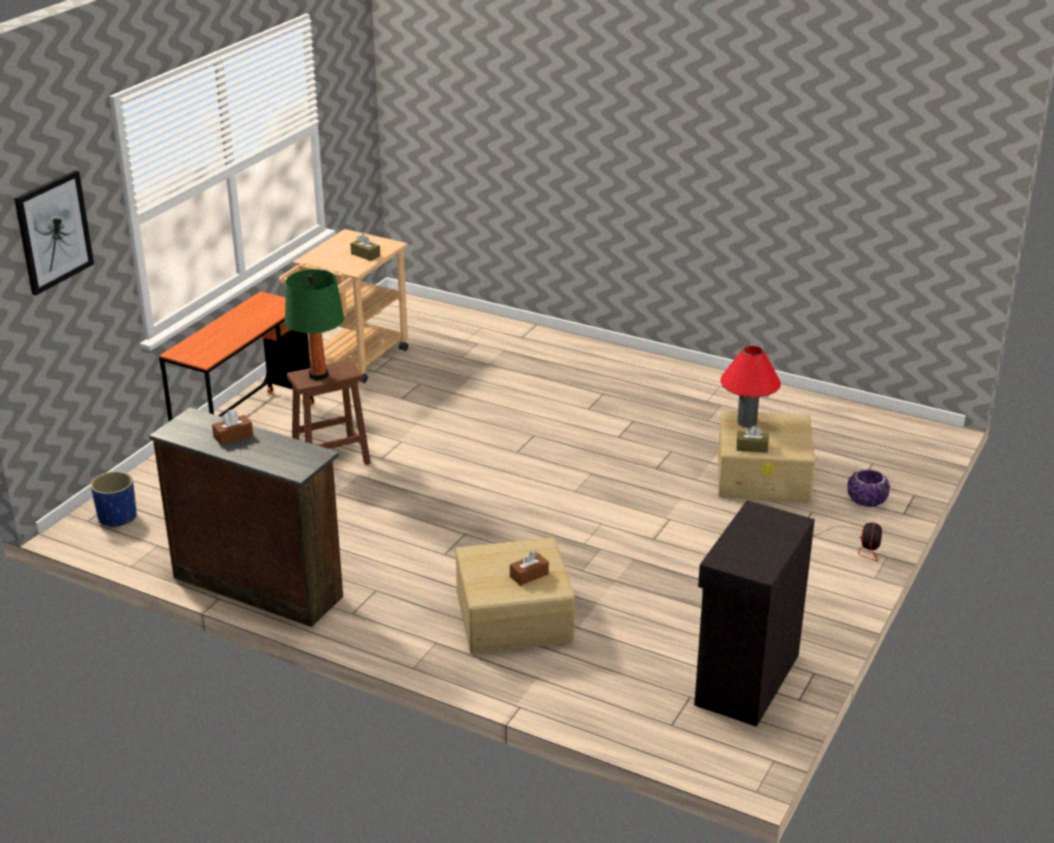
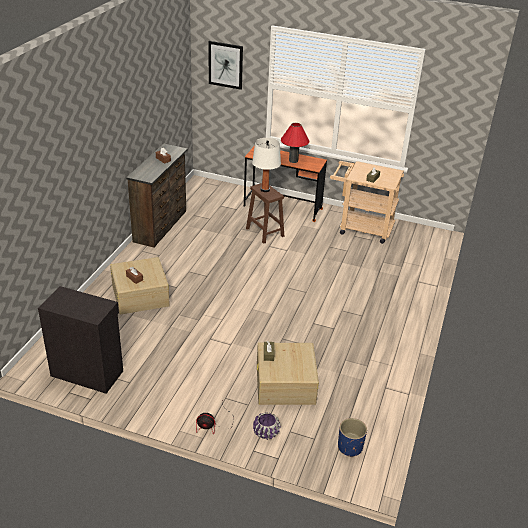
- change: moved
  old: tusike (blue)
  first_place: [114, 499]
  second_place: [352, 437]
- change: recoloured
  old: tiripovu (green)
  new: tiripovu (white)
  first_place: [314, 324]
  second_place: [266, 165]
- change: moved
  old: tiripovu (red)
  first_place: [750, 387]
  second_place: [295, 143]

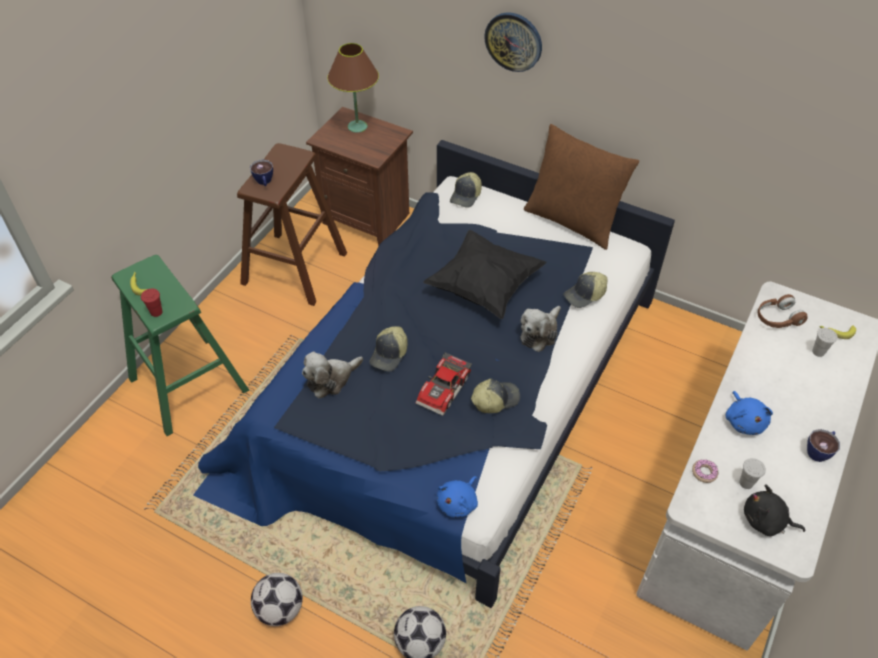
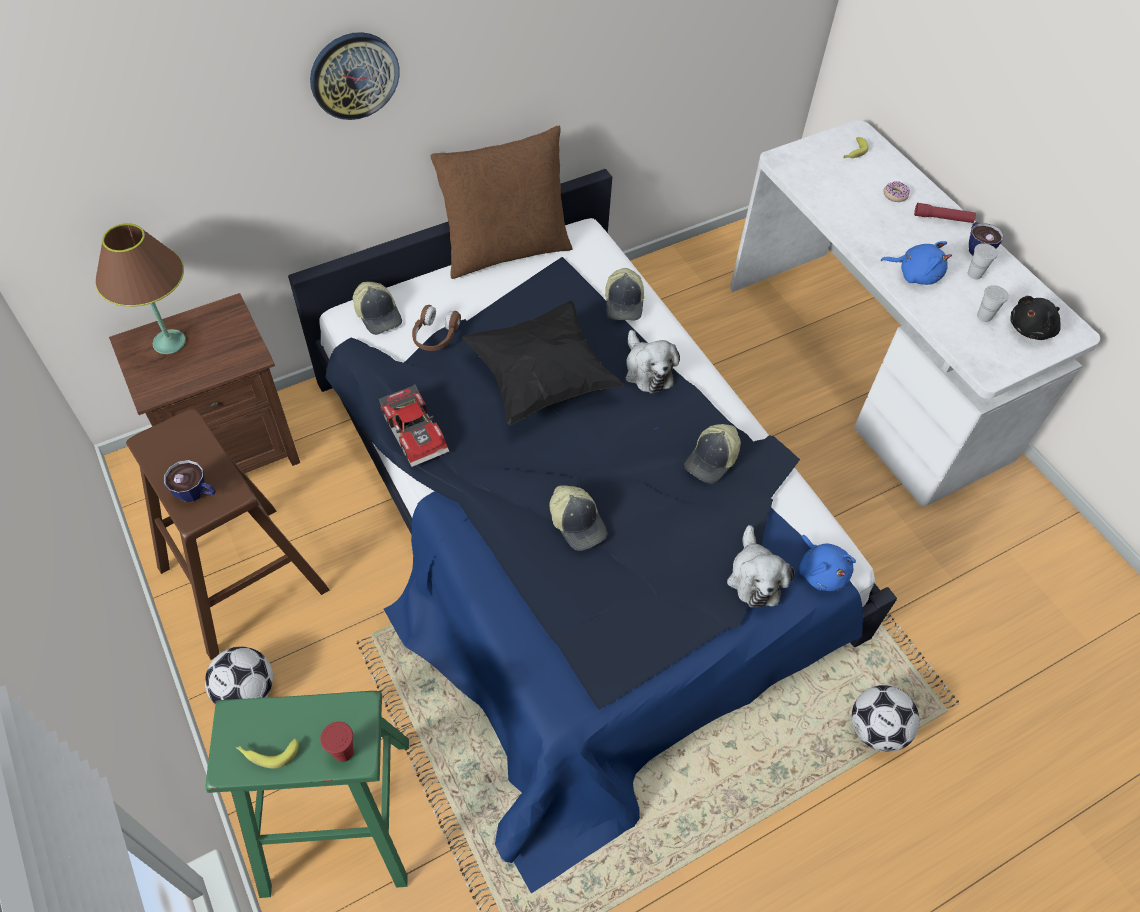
- change: moved
  old: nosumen
  first_place: [277, 599]
  second_place: [239, 676]
- change: moved
  old: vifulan
  first_place: [332, 374]
  second_place: [760, 566]
- change: moved
  old: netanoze
  first_place: [444, 384]
  second_place: [413, 425]
- change: turned
  old: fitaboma
  first_place: [495, 396]
  second_place: [712, 454]
  degrees: -150
- change: moved
  old: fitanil
  first_place: [705, 471]
  second_place: [896, 191]
- change: moved
  old: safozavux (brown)
  first_place: [782, 311]
  second_place: [436, 328]
- change: moved
  old: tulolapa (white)
  first_place: [825, 342]
  second_place: [983, 261]
- change: added
  new: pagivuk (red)
  second_place: [945, 213]

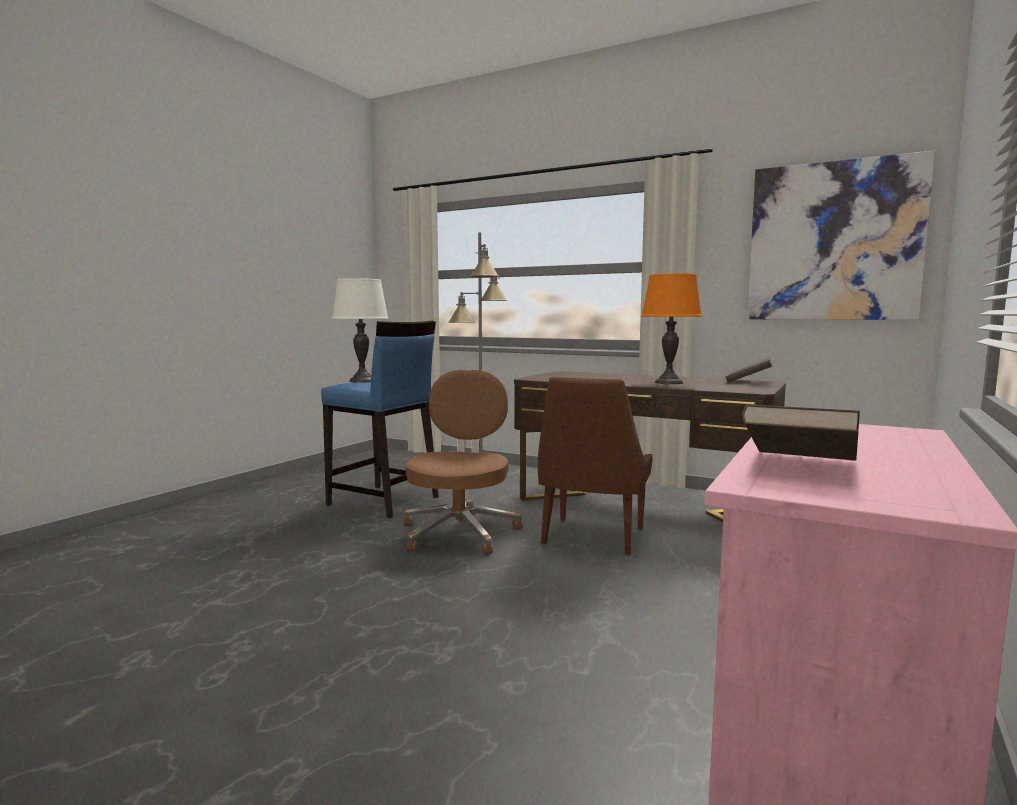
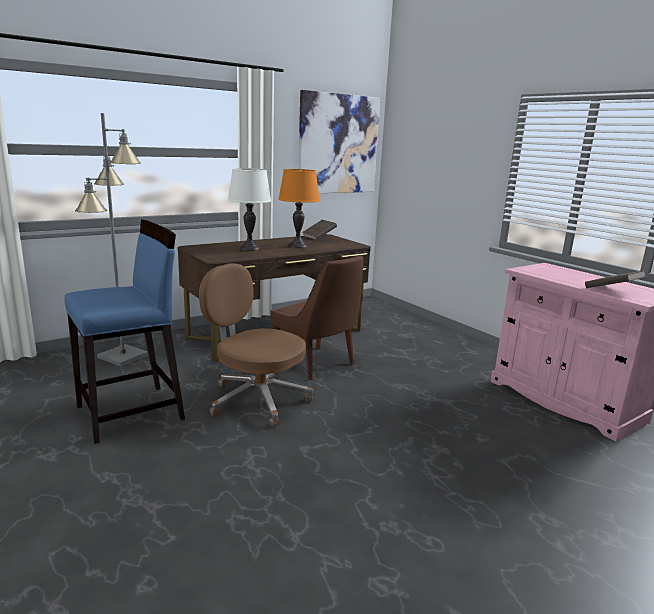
- change: moved
  old: tiripovu (white)
  first_place: [360, 330]
  second_place: [249, 209]

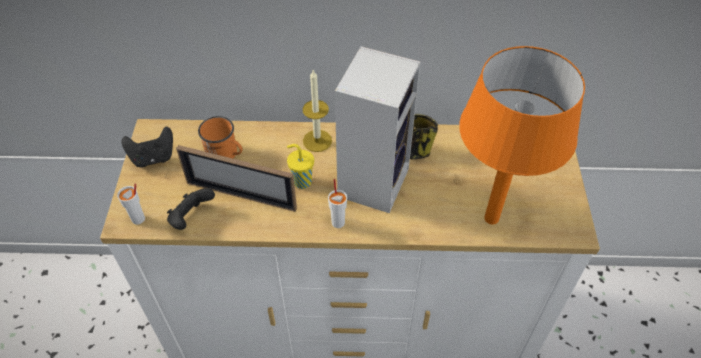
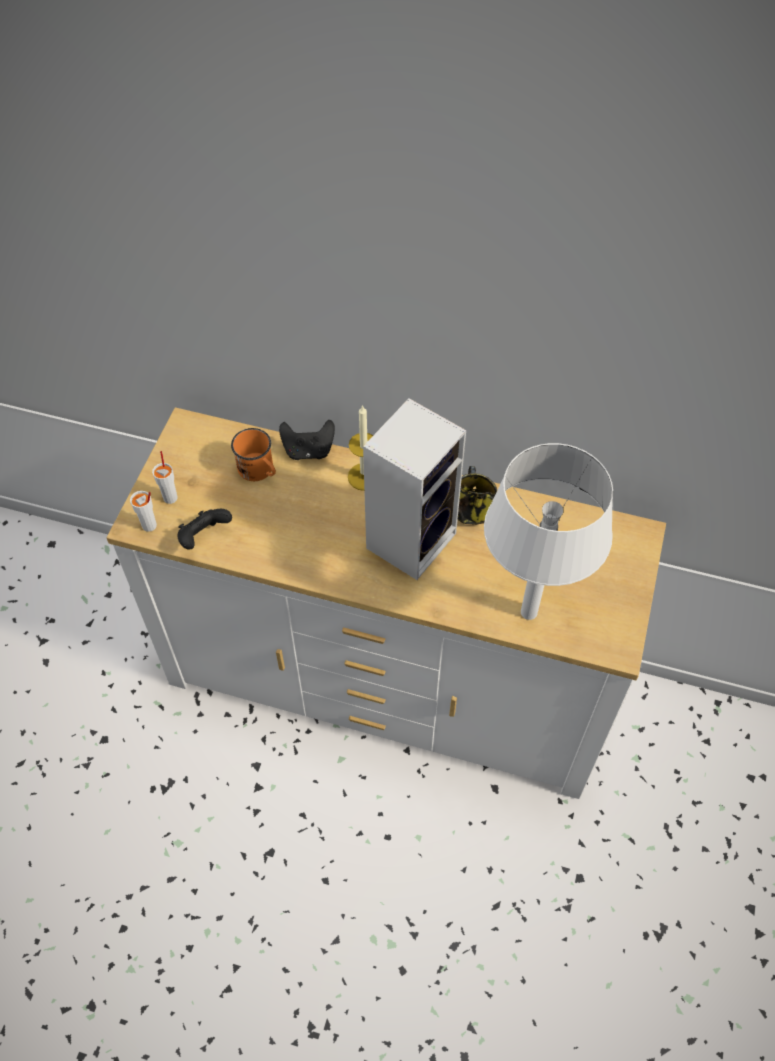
- change: moved
  old: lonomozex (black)
  first_place: [147, 147]
  second_place: [307, 440]
- change: removed
  old: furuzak
  first_place: [236, 178]
- change: removed
  old: tulolapa (yellow)
  first_place: [300, 166]
- change: moved
  old: tulolapa (white)
  first_place: [337, 203]
  second_place: [165, 477]
- change: recoloured
  old: tiripovu (orange)
  new: tiripovu (white)
  first_place: [522, 135]
  second_place: [548, 531]

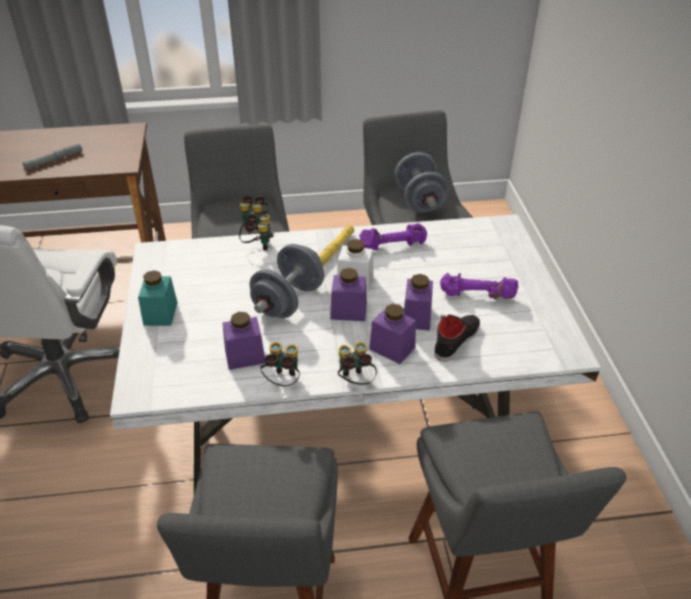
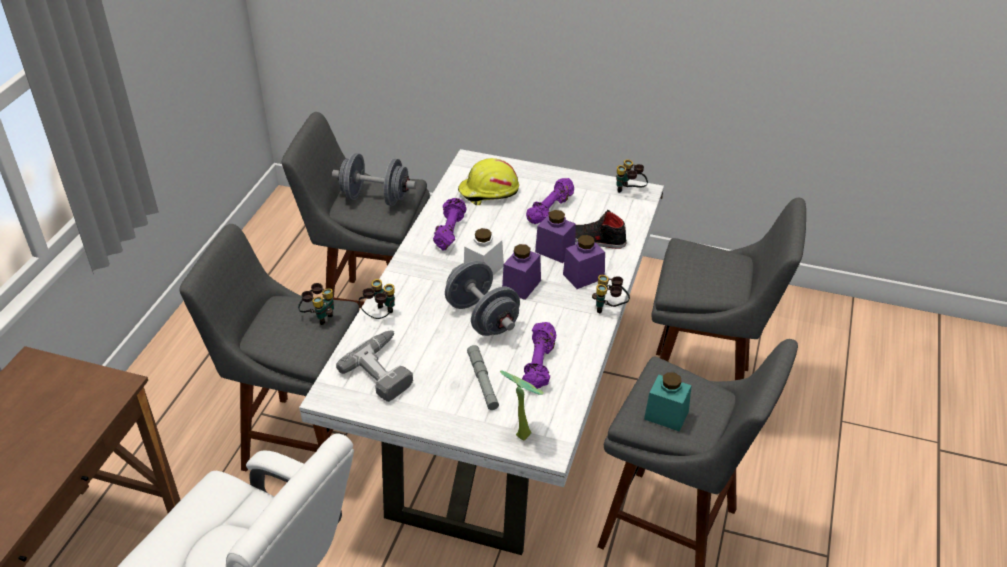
- change: moved
  old: pagivuk (grey)
  first_place: [52, 156]
  second_place: [483, 377]
- change: moved
  old: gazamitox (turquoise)
  first_place: [158, 298]
  second_place: [668, 402]
- change: replaced
  old: gazamitox (purple)
  new: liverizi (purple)
  first_place: [243, 341]
  second_place: [539, 355]
- change: moved
  old: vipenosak
  first_place: [280, 364]
  second_place: [632, 176]
- change: removed
  old: pagivuk (yellow)
  first_place: [336, 245]
- change: turned
  old: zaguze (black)
  first_place: [457, 338]
  second_place: [601, 229]
  degrees: -45
- change: added
  new: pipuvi
  second_place: [374, 366]
- change: added
  new: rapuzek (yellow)
  second_place: [488, 181]
- change: added
  new: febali
  second_place: [522, 405]

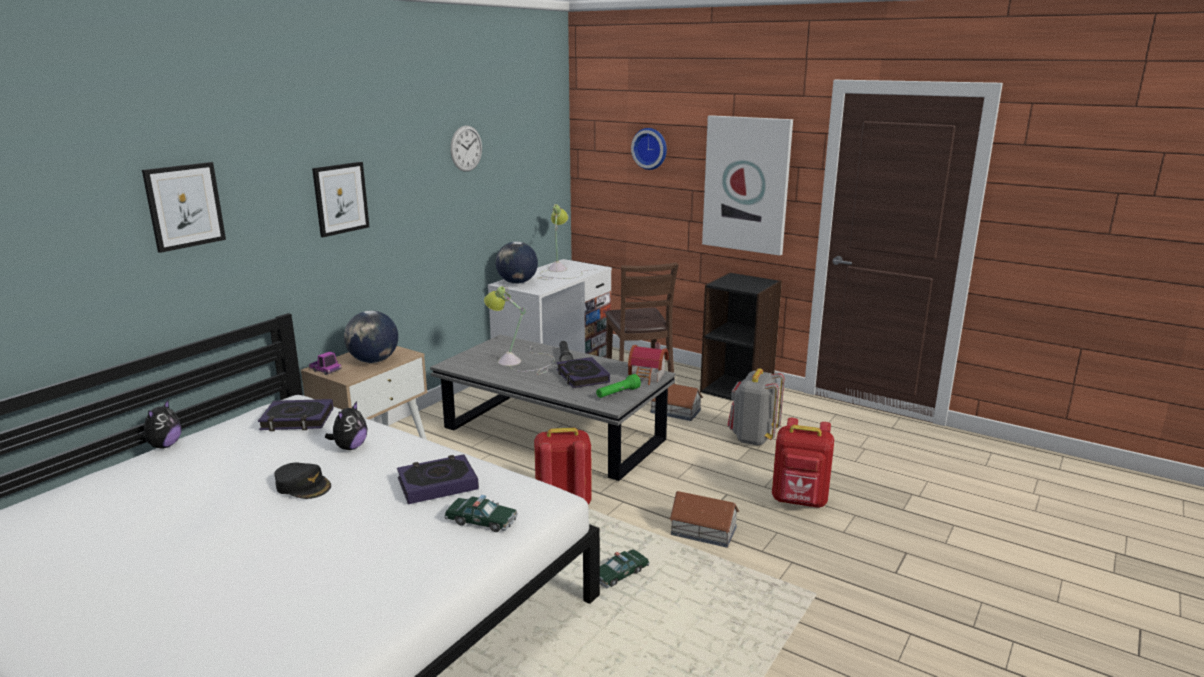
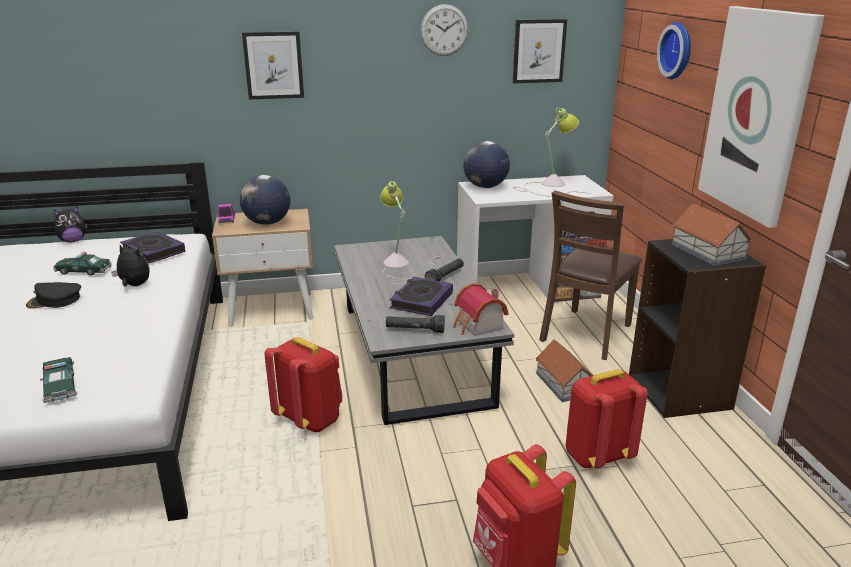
- change: moved
  old: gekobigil
  first_place: [184, 207]
  second_place: [540, 51]
- change: turned
  old: fitaboma (black)
  first_place: [302, 480]
  second_place: [53, 295]
  degrees: 90
- change: turned
  old: vifulan
  first_place: [346, 425]
  second_place: [130, 266]
  degrees: -135
- change: removed
  old: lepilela
  first_place: [438, 479]
- change: recoloured
  old: pagivuk (green)
  new: pagivuk (black)
  first_place: [618, 386]
  second_place: [415, 324]
- change: moved
  old: netanoze
  first_place: [625, 568]
  second_place: [82, 264]
- change: moved
  old: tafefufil
  first_place: [704, 519]
  second_place: [712, 235]
- change: recoloured
  old: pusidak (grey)
  new: pusidak (red)
  first_place: [756, 407]
  second_place: [607, 418]

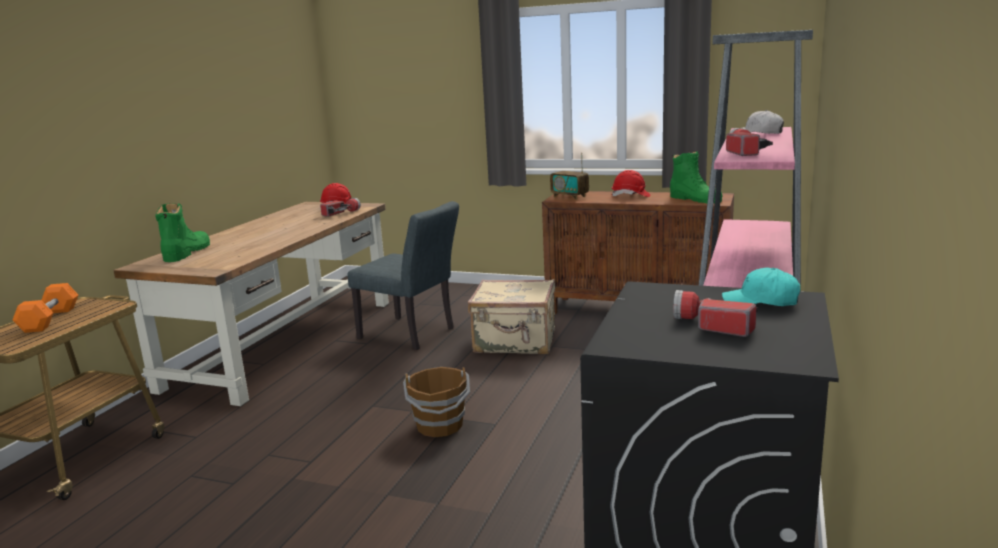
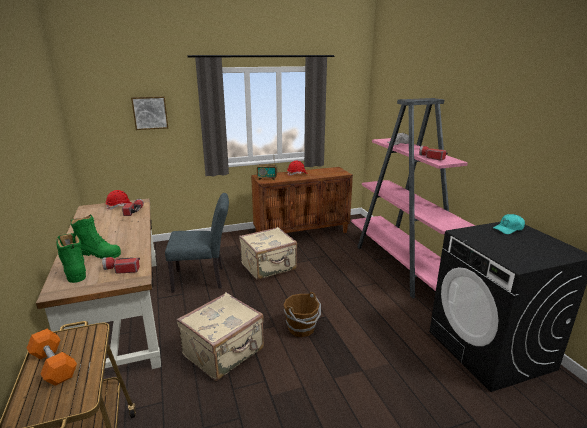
- change: moved
  old: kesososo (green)
  first_place: [696, 177]
  second_place: [95, 237]
- change: moved
  old: pagivuk
  first_place: [715, 313]
  second_place: [121, 265]
- change: added
  new: gekobigil
  second_place: [149, 113]
- change: added
  new: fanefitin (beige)
  second_place: [220, 337]

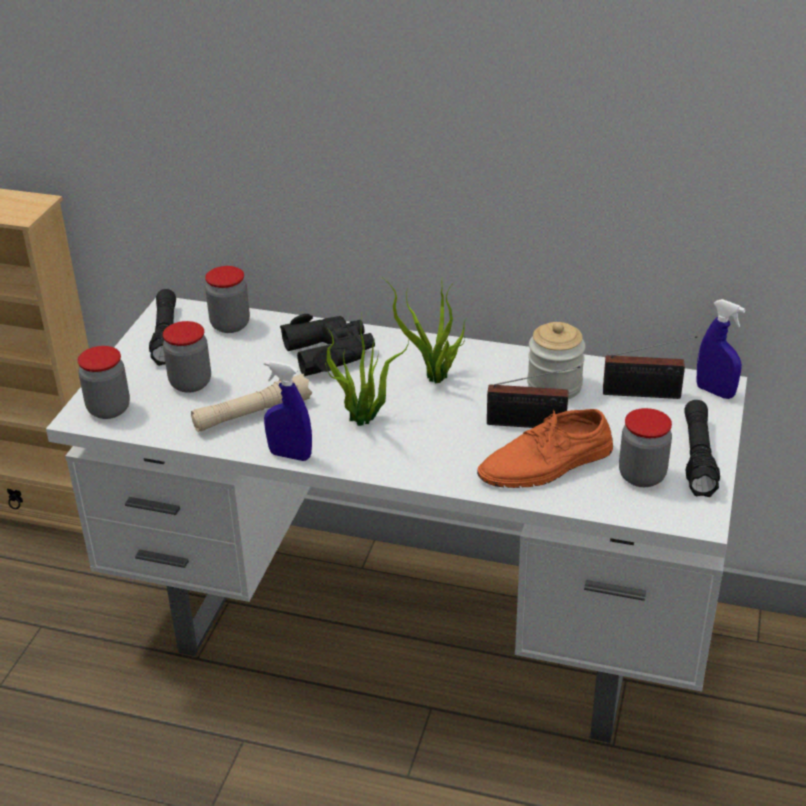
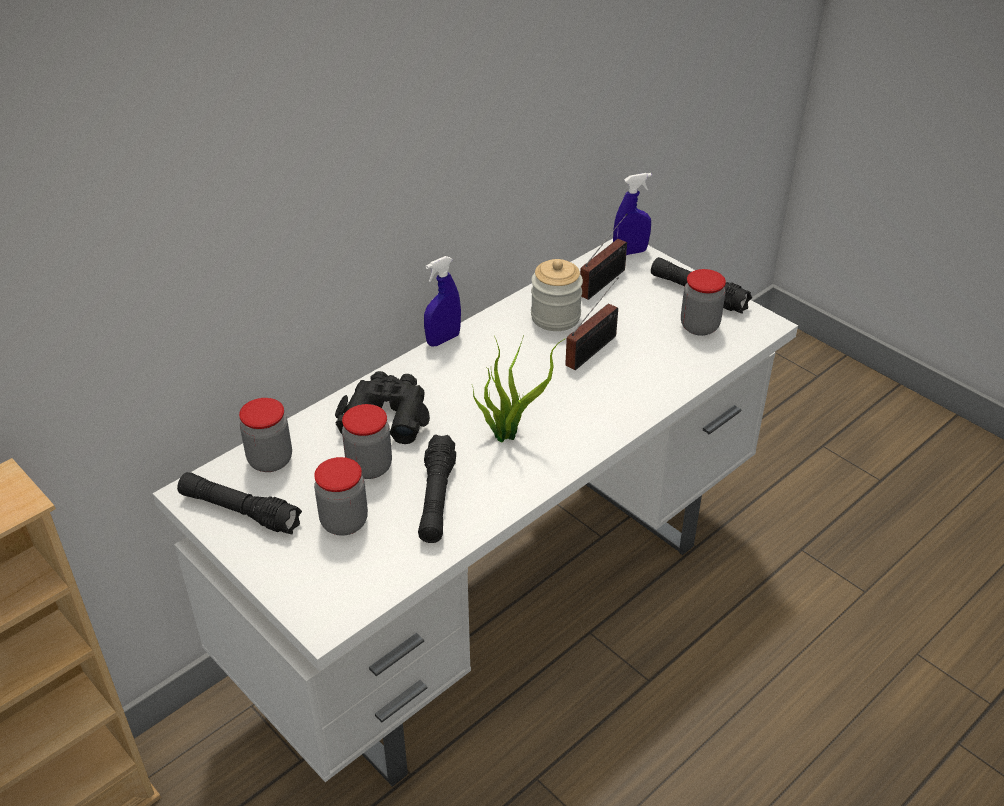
- change: moved
  old: gazamitox
  first_place: [104, 382]
  second_place: [367, 441]
- change: recoloured
  old: pagivuk (beige)
  new: pagivuk (black)
  first_place: [251, 403]
  second_place: [437, 488]
- change: moved
  old: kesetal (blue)
  first_place: [288, 411]
  second_place: [442, 301]
- change: removed
  old: febali
  first_place: [424, 330]
- change: removed
  old: zaguze (orange)
  first_place: [545, 448]

